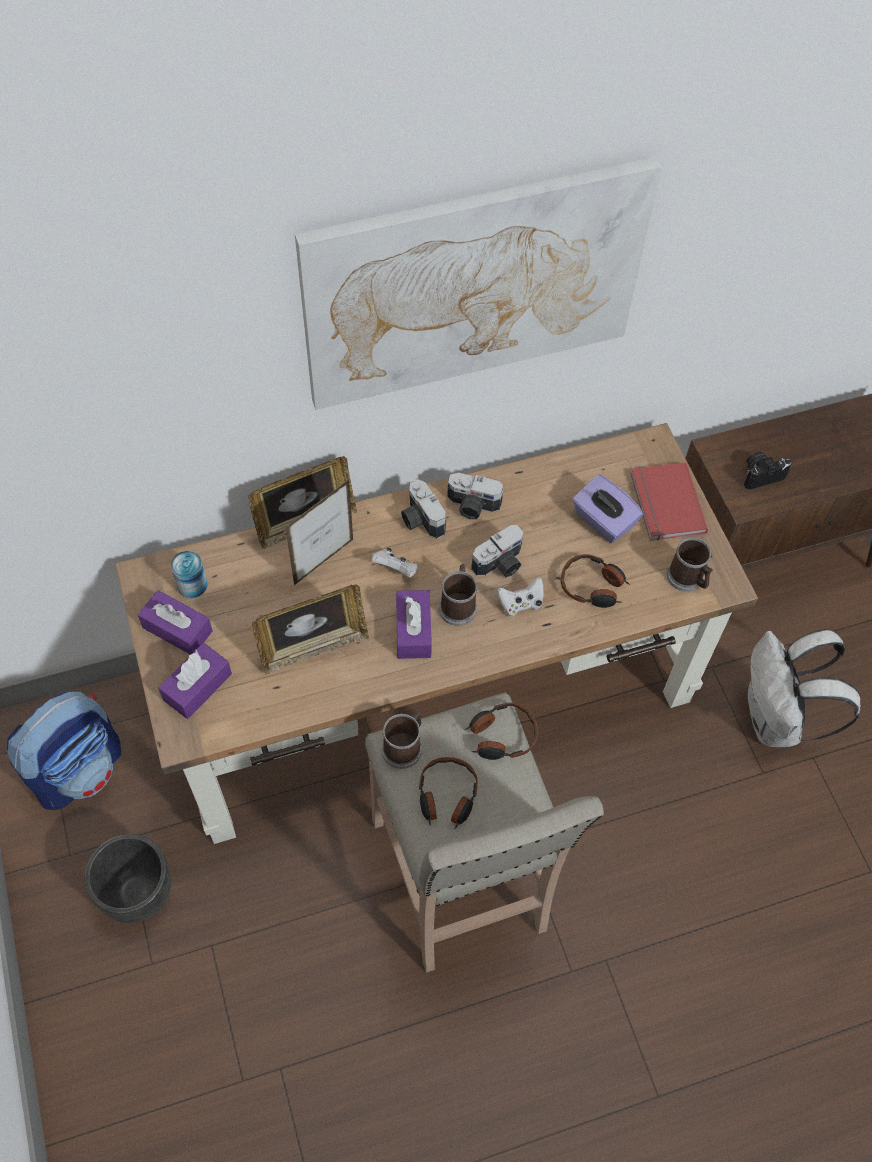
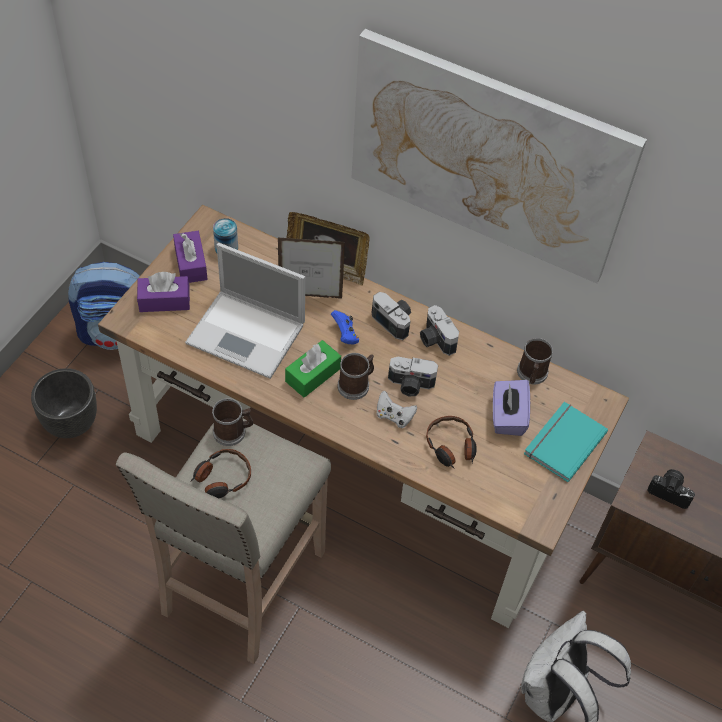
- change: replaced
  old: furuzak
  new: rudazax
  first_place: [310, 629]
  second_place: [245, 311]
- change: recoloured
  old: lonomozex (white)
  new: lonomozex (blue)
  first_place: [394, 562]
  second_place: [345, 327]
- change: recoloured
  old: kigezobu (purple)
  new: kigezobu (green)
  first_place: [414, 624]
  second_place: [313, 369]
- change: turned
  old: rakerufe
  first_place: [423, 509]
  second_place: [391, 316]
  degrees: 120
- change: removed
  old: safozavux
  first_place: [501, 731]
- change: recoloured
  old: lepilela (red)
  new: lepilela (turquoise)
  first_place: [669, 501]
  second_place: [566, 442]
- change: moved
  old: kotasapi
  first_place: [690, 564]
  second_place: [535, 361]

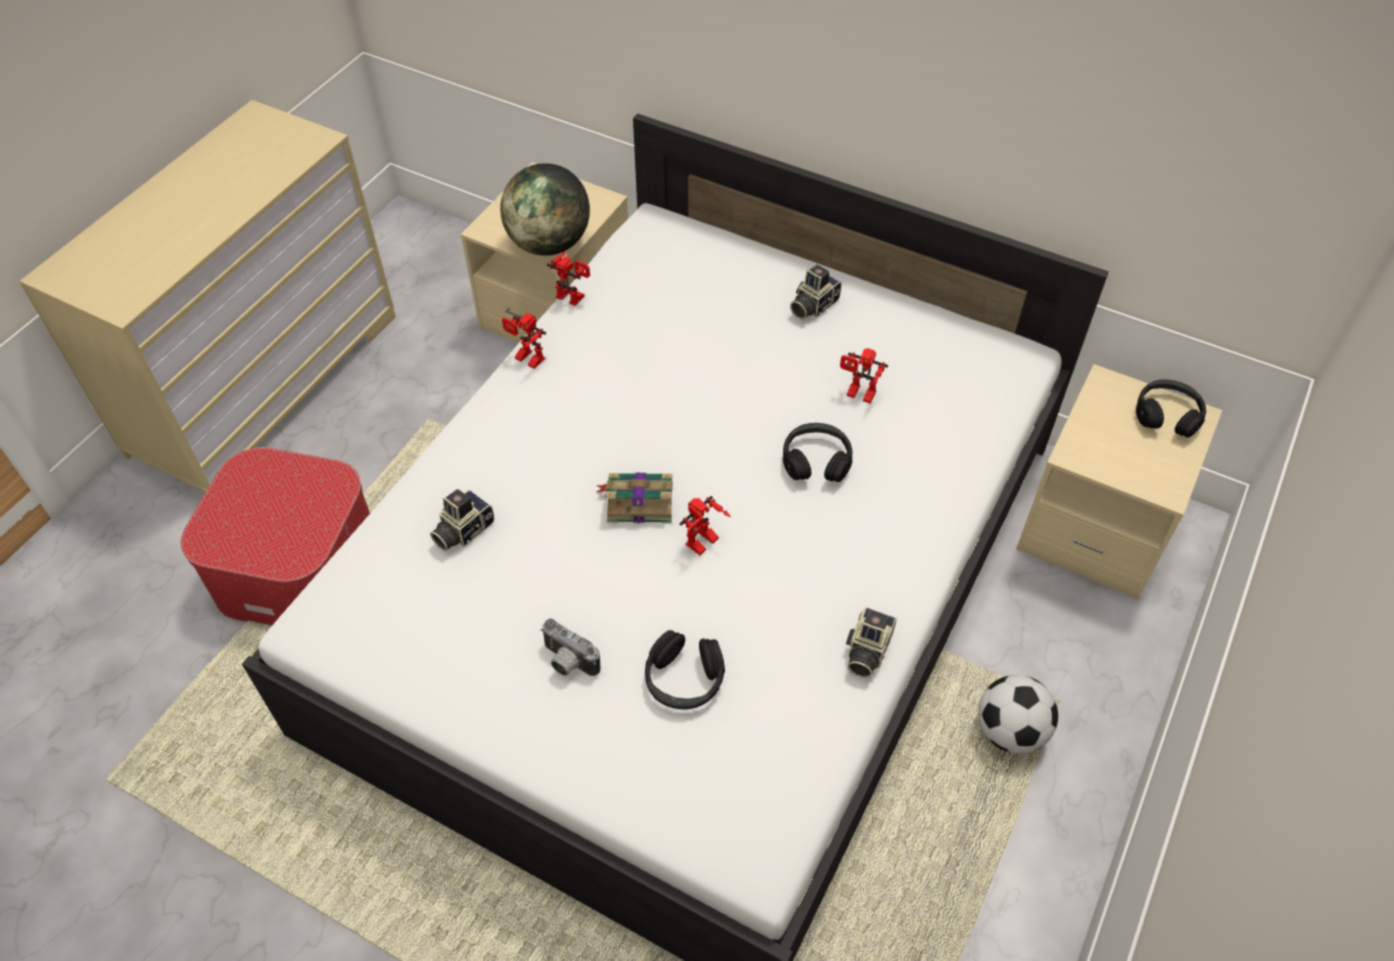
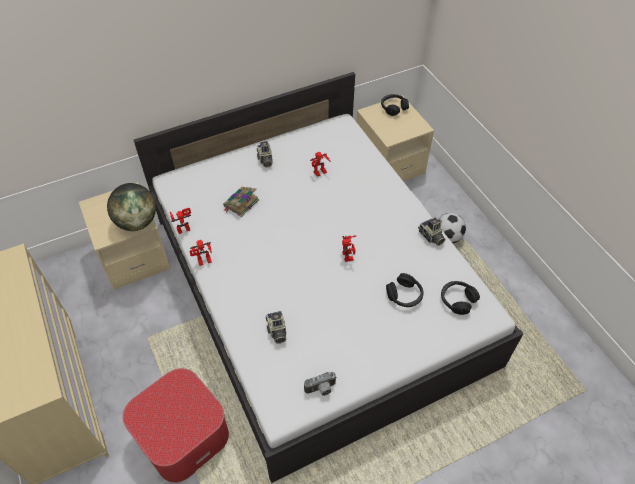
- change: moved
  old: rakerufe
  first_place: [570, 647]
  second_place: [320, 384]
- change: moved
  old: lepilela
  first_place: [634, 498]
  second_place: [241, 202]
- change: moved
  old: safozavux (black)
  first_place: [817, 452]
  second_place: [460, 298]

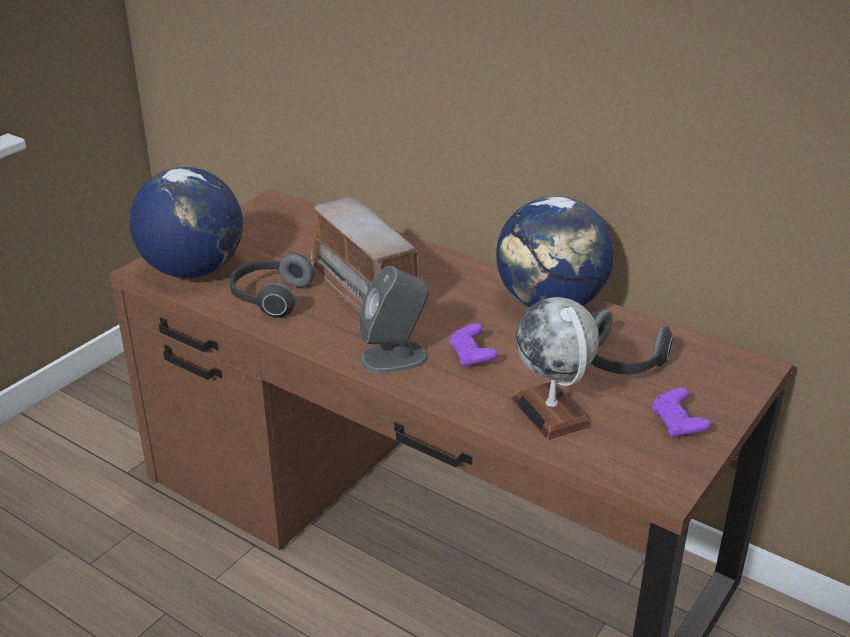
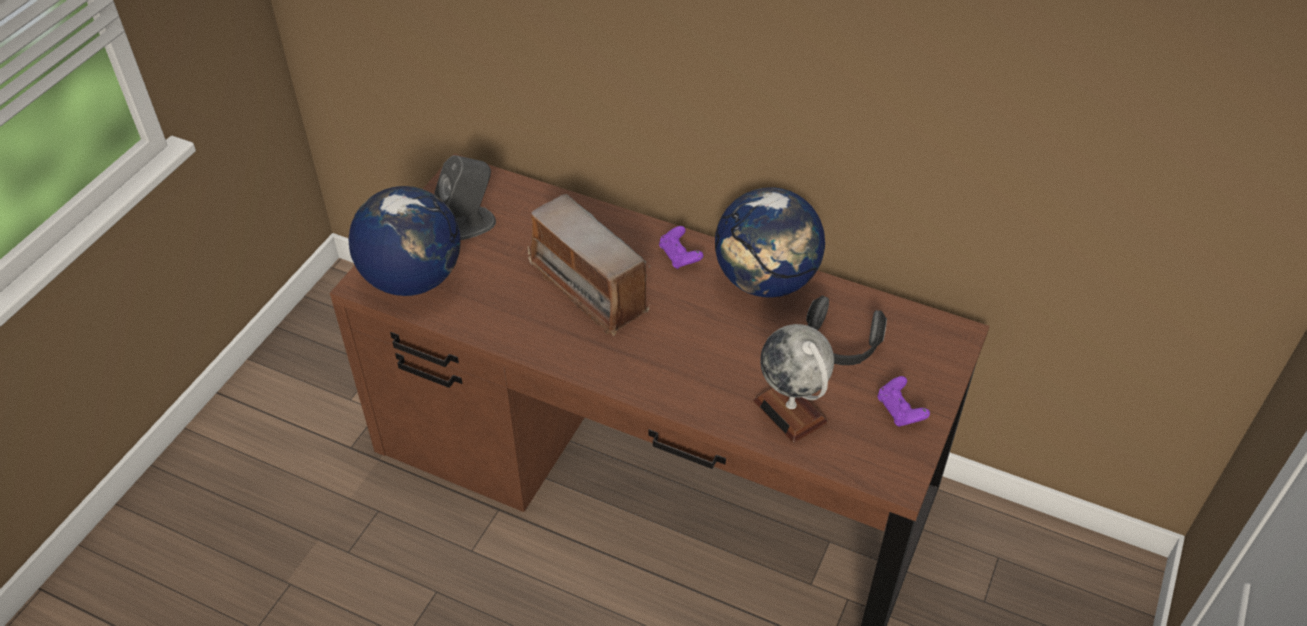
- change: removed
  old: safozavux
  first_place: [272, 285]
- change: moved
  old: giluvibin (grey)
  first_place: [394, 319]
  second_place: [465, 197]
- change: moved
  old: lonomozex (purple)
  first_place: [473, 345]
  second_place: [681, 247]

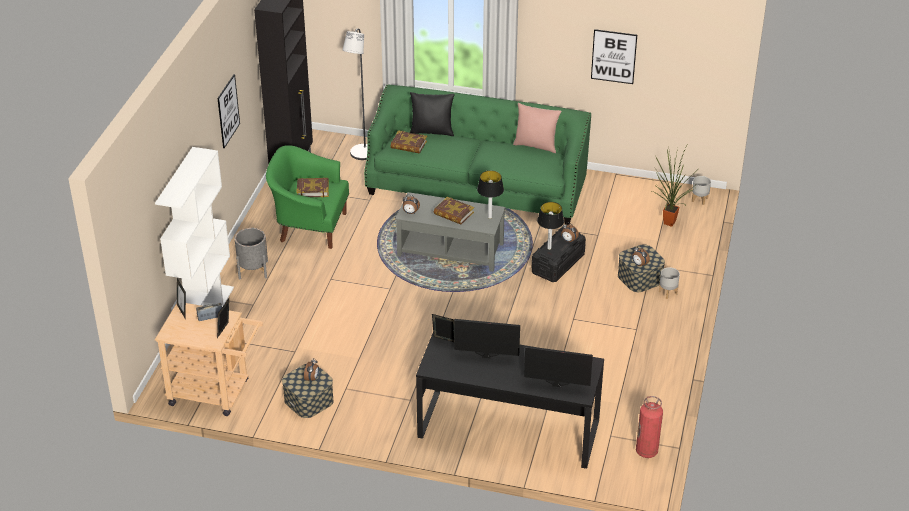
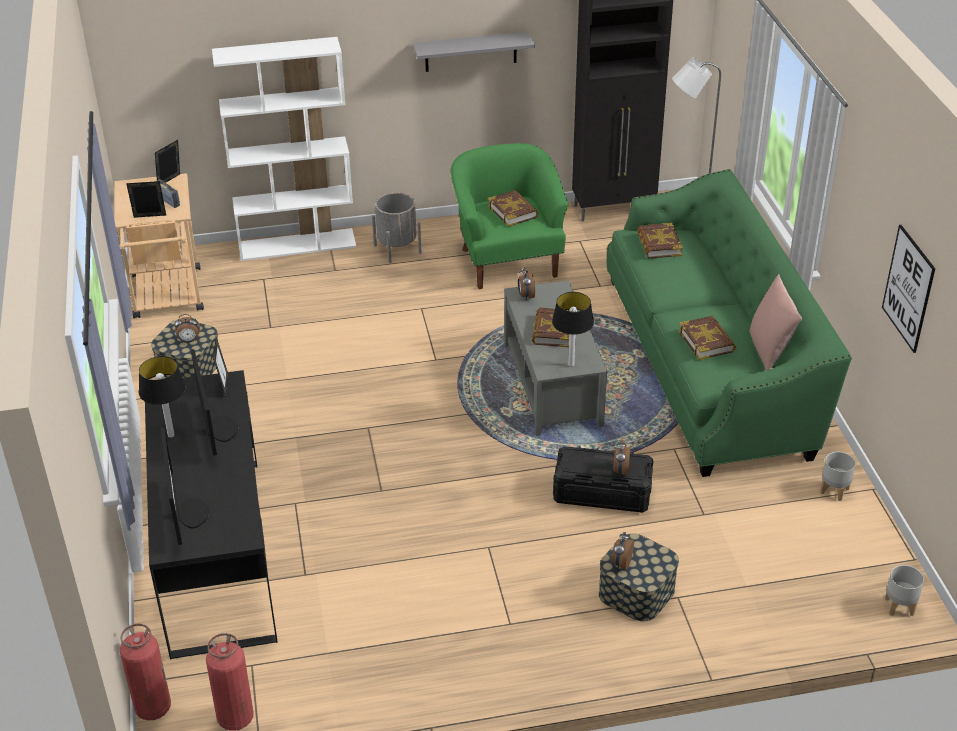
- change: replaced
  old: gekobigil
  new: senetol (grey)
  first_place: [229, 111]
  second_place: [474, 52]
- change: removed
  old: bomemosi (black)
  first_place: [432, 114]
- change: moved
  old: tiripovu
  first_place: [550, 226]
  second_place: [162, 397]
- change: removed
  old: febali
  first_place: [673, 187]
- change: moved
  old: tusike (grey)
  first_place: [669, 283]
  second_place: [838, 476]
- change: added
  new: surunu
  second_place: [145, 671]
- change: added
  new: lepilela
  second_place: [707, 338]

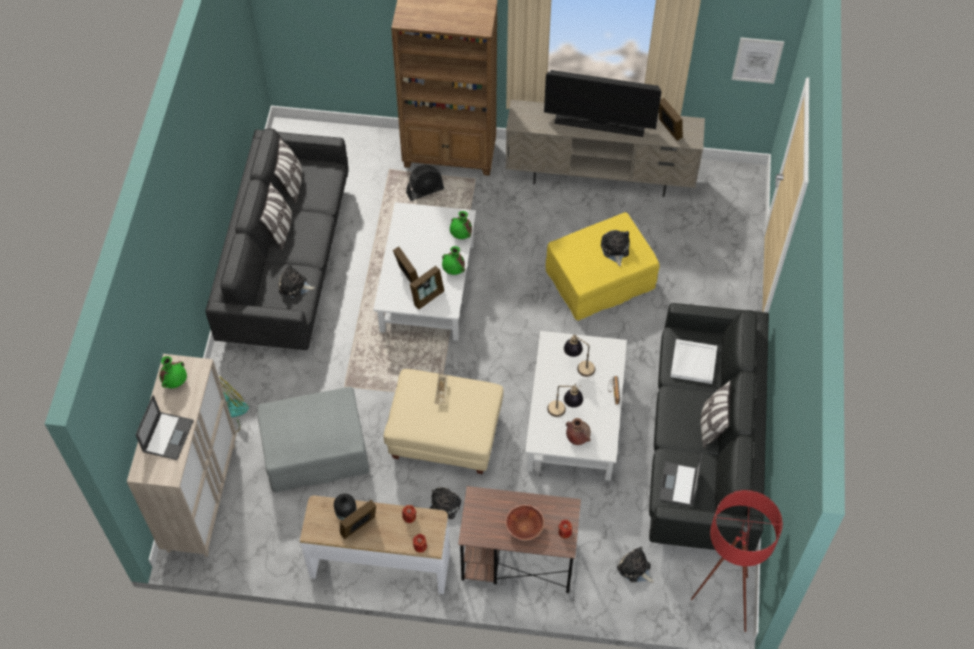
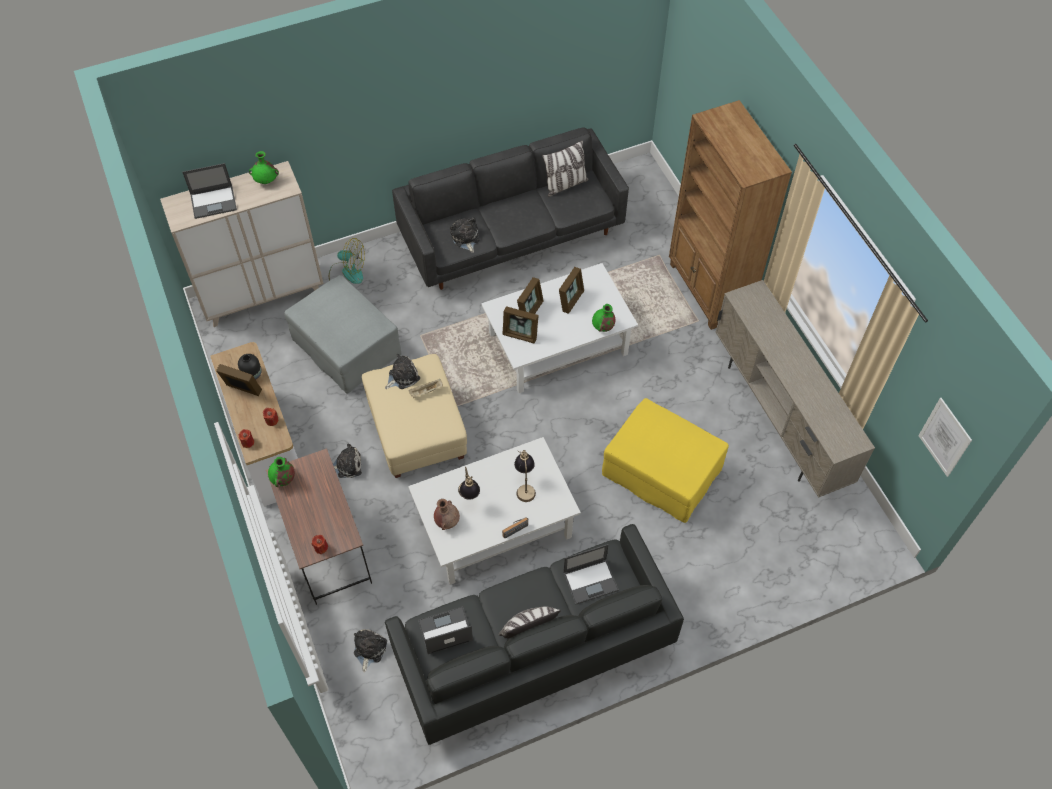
- change: removed
  old: bomemosi
  first_place: [276, 216]
- change: removed
  old: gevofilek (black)
  first_place: [425, 182]
- change: moved
  old: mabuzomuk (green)
  first_place: [453, 260]
  second_place: [281, 472]
- change: removed
  old: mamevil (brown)
  first_place: [524, 522]
- change: removed
  old: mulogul
  first_place: [603, 103]
- change: moved
  old: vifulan
  first_place: [615, 248]
  second_place: [402, 371]
- change: moved
  old: furuzak
  first_place: [671, 119]
  second_place: [571, 290]
- change: replaced
  old: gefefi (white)
  new: rudazax
  first_place: [693, 361]
  second_place: [591, 574]
- change: removed
  old: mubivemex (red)
  first_place: [737, 561]

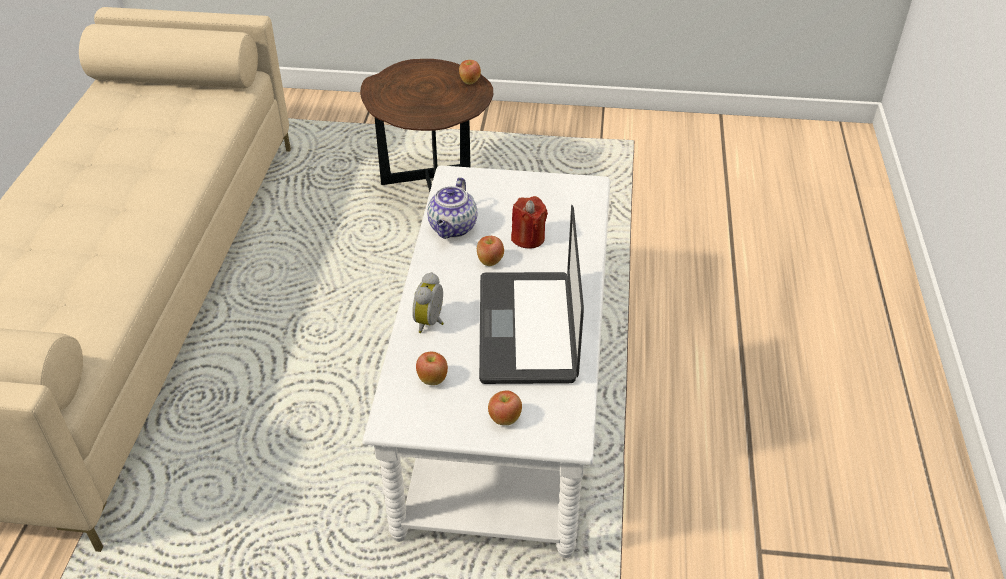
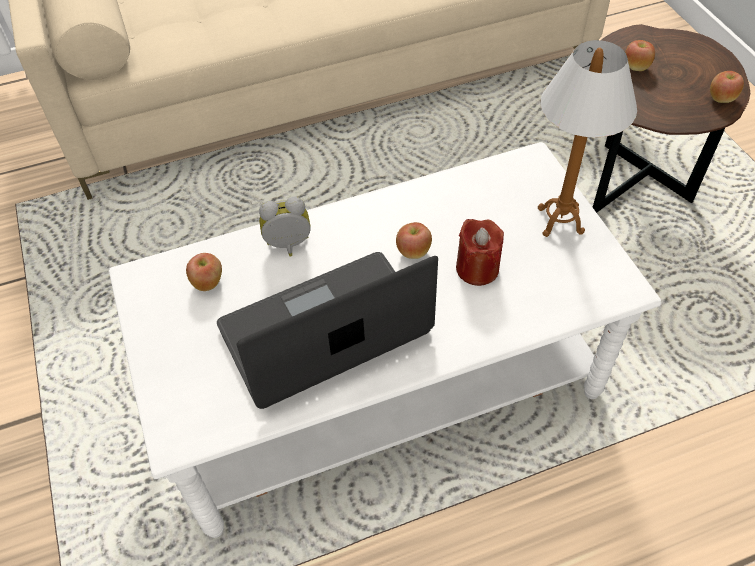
- change: removed
  old: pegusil
  first_place: [452, 208]
- change: moved
  old: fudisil
  first_place: [505, 407]
  second_place: [640, 55]
- change: added
  new: tiripovu
  second_place: [587, 138]

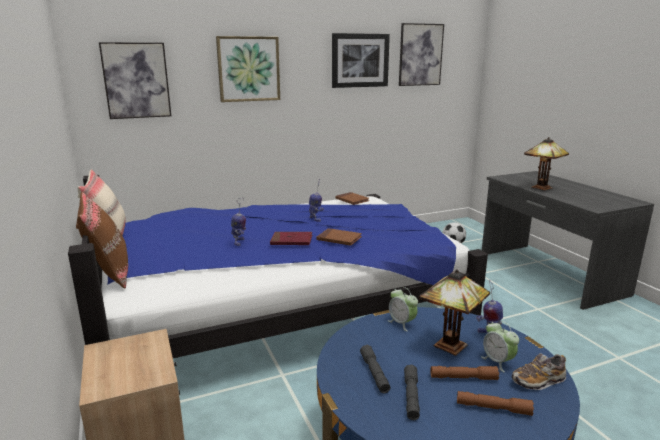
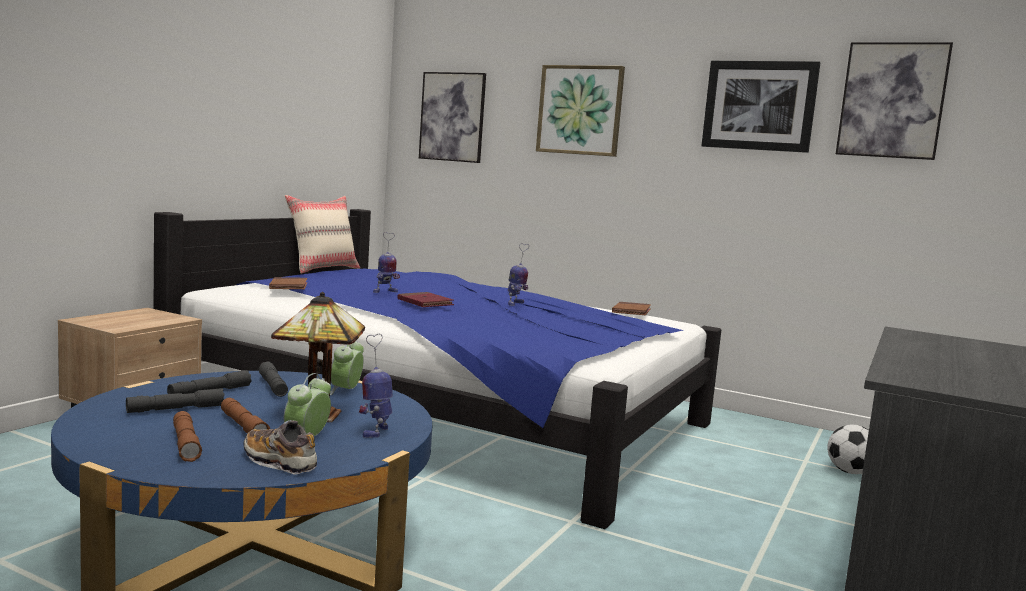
- change: removed
  old: bomemosi (brown)
  first_place: [102, 240]
- change: moved
  old: lepilela (brown)
  first_place: [339, 237]
  second_place: [288, 283]
- change: removed
  old: tiripovu
  first_place: [546, 164]
- change: added
  new: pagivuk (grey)
  second_place: [273, 379]

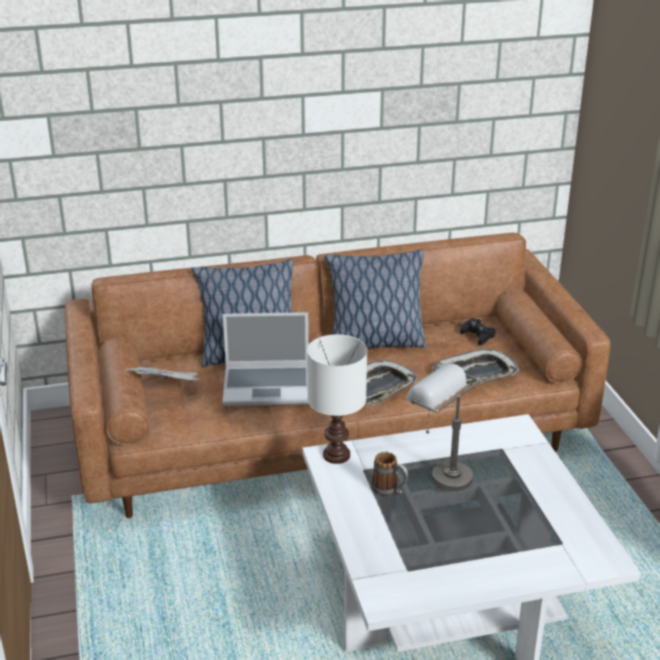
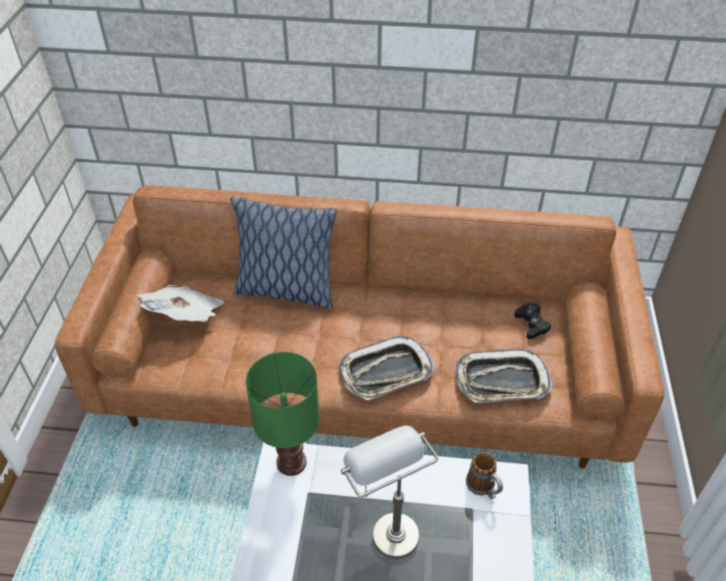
- change: removed
  old: rudazax
  first_place: [266, 359]
- change: recoloured
  old: tiripovu (white)
  new: tiripovu (green)
  first_place: [337, 399]
  second_place: [282, 414]
- change: removed
  old: bomemosi
  first_place: [375, 298]
- change: moved
  old: kotasapi
  first_place: [390, 474]
  second_place: [484, 475]

